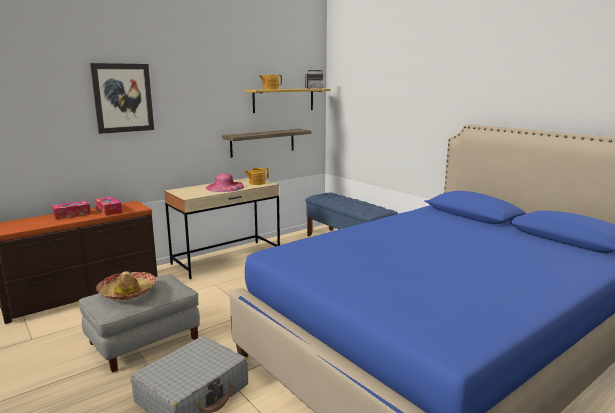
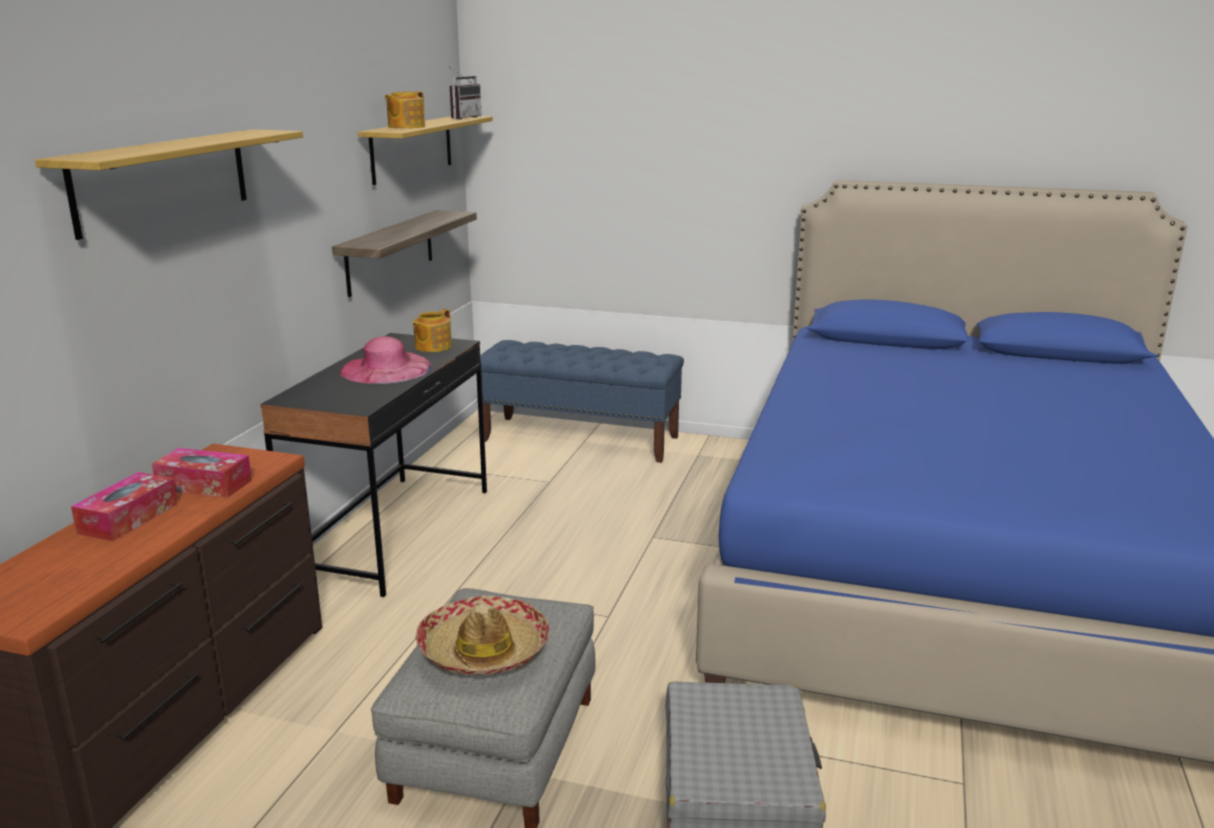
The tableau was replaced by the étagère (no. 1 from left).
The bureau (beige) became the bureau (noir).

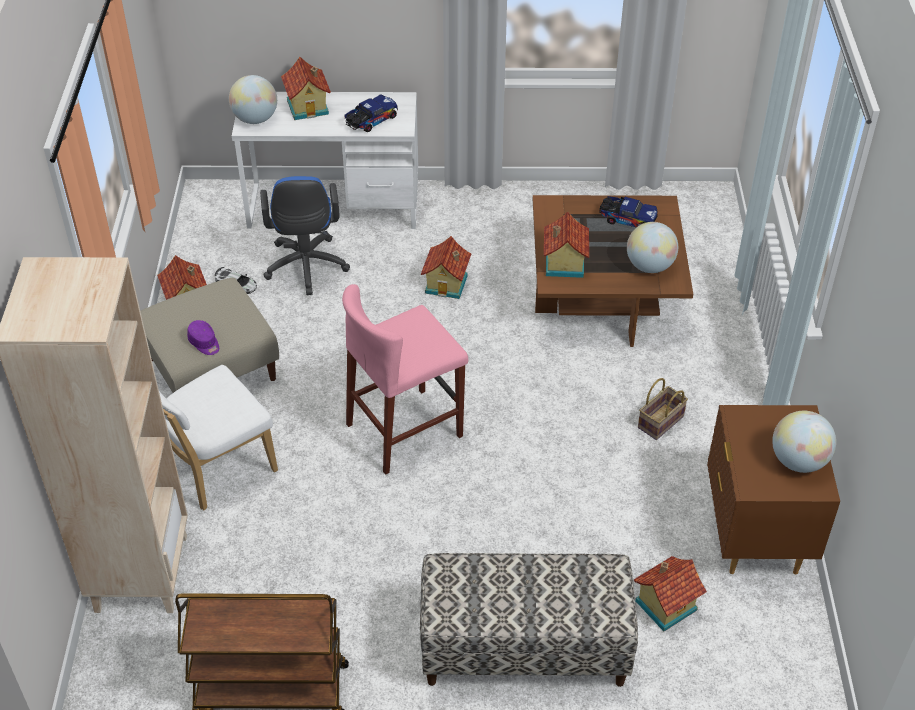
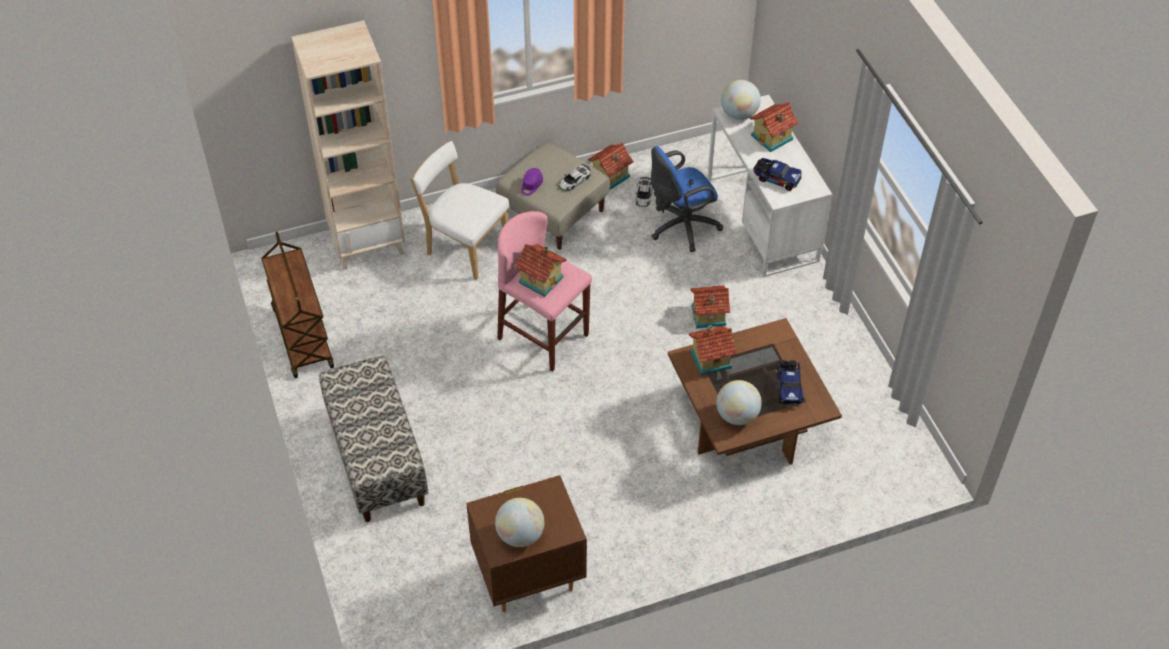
The maison miniature (no. 5 from left in the first image) moved.
The panier disappeared.
The petite voiture (no. 1 from left) appeared.

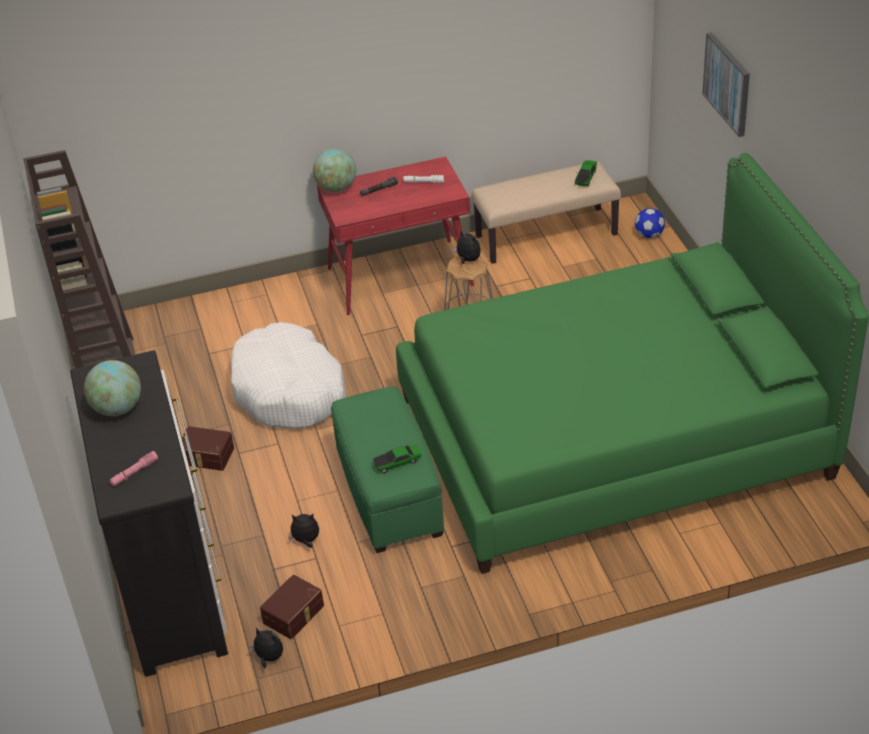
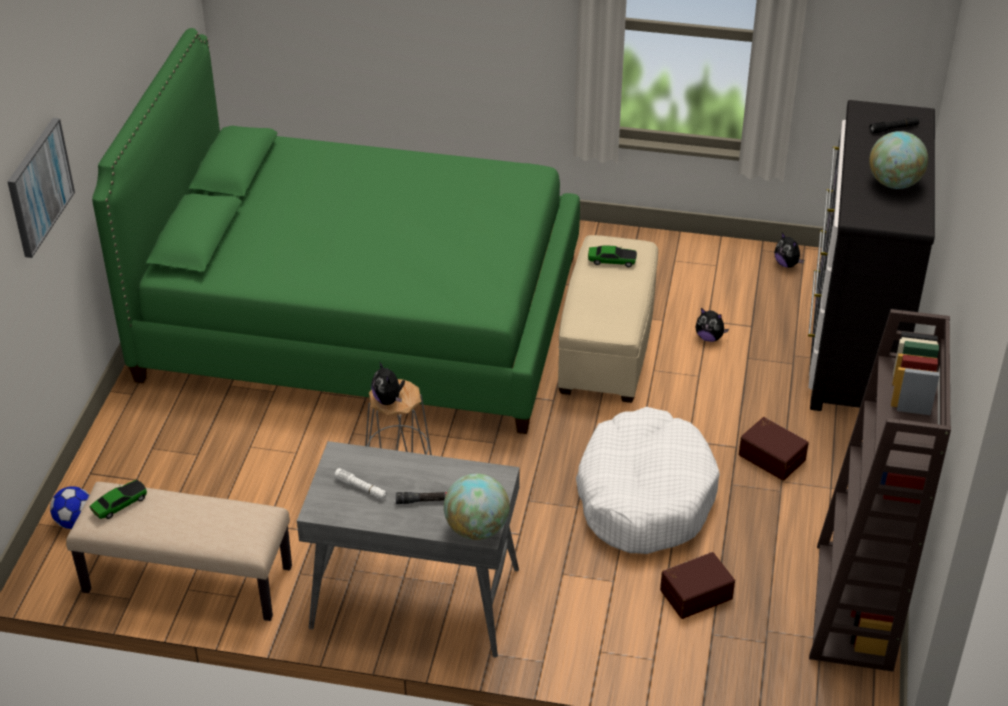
The lampe de poche (rose) became the lampe de poche (noir) (no. 2 from left).
The boîte de rangement (marron) (no. 2 from left in the first image) moved.
The bureau (rouge) became the bureau (gris).
The pouf (vert) became the pouf (beige).

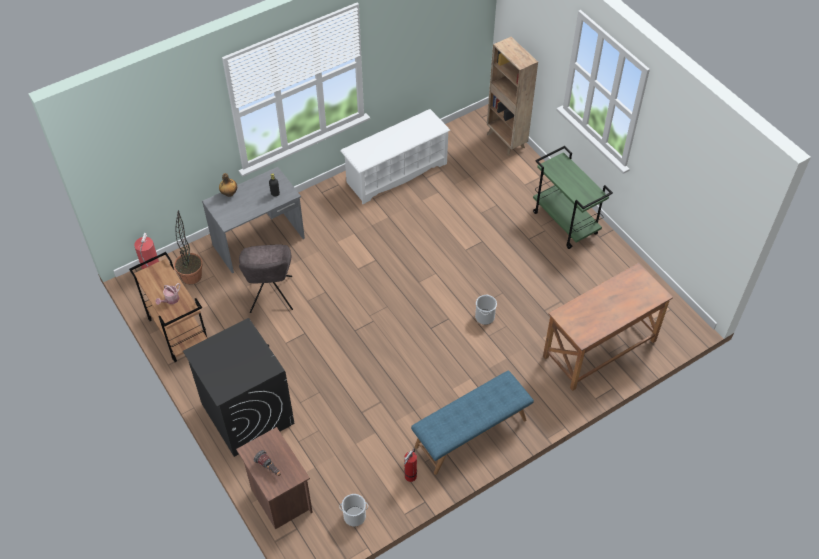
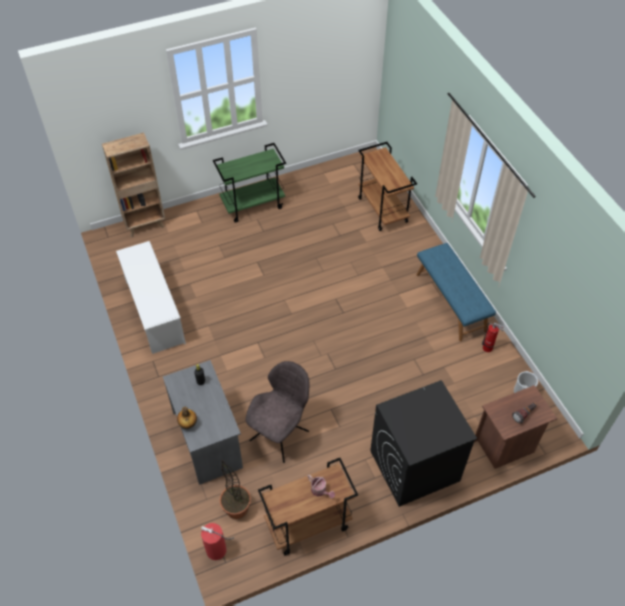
The chaise (gris) turned 60 degrees counterclockwise.
The seau (no. 2 from left) disappeared.
The bureau (marron) was replaced by the chariot (marron) (no. 2 from left).

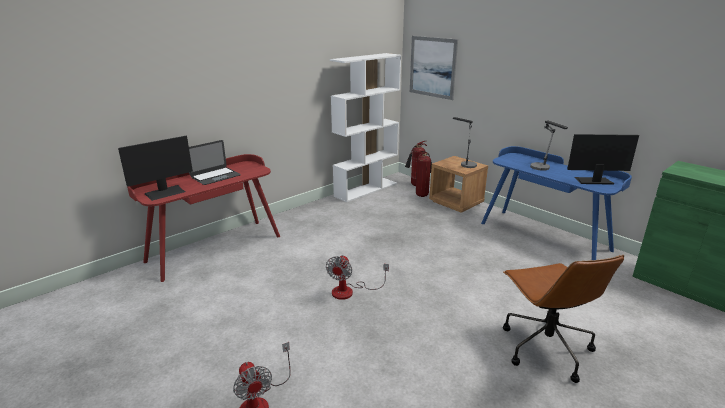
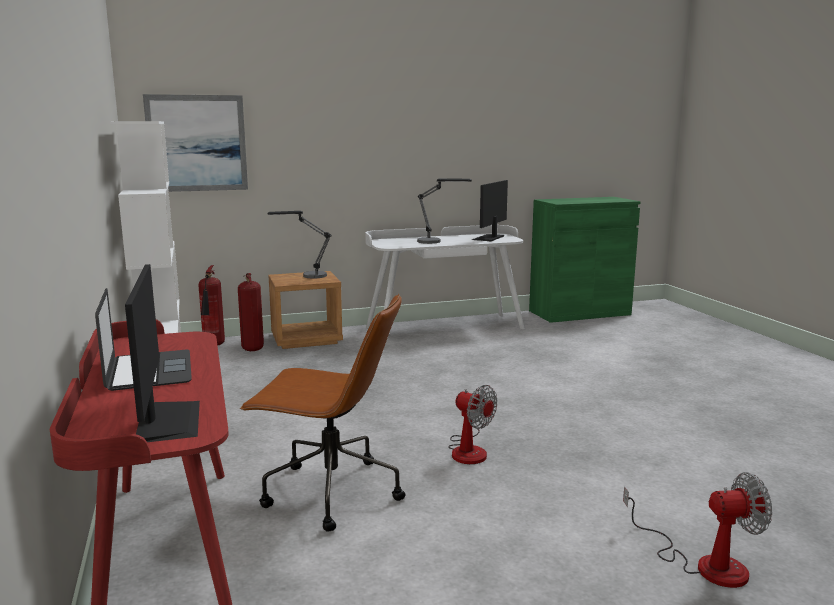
The bureau (bleu) became the bureau (blanc).
The chaise de bureau (marron) moved.

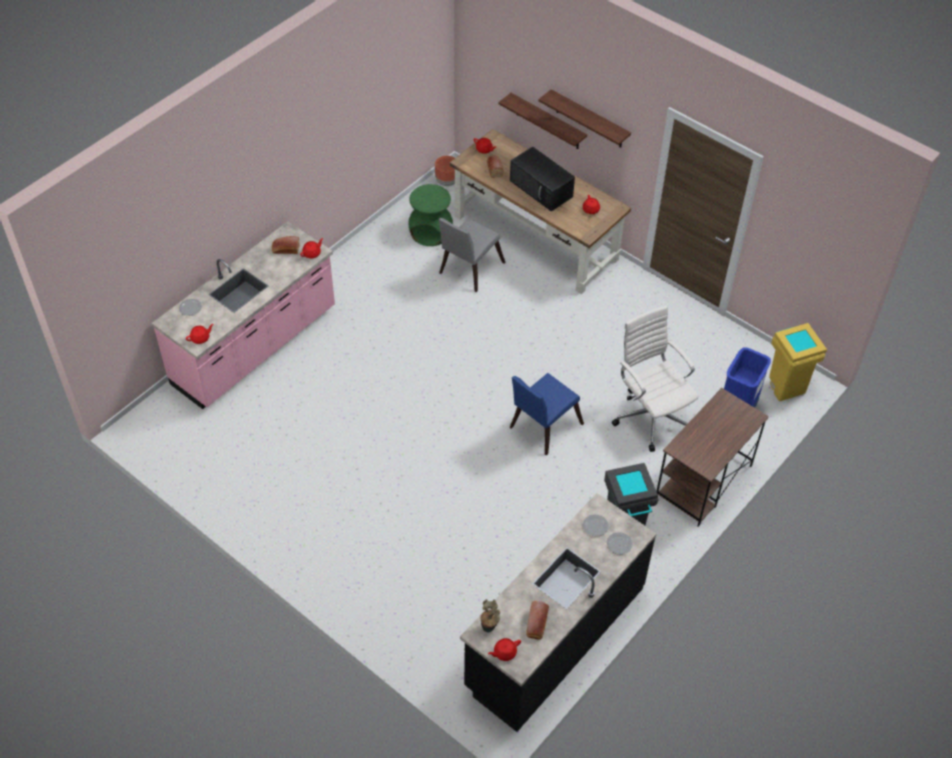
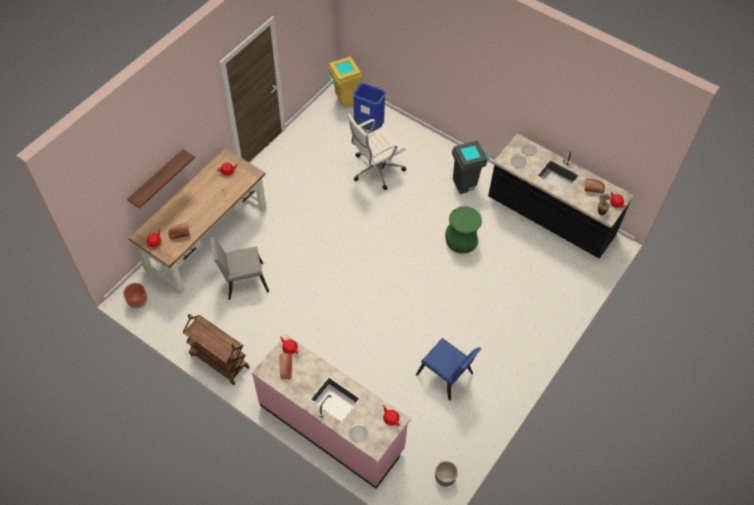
The tabouret (vert) moved.
The chaise (gris) turned 135 degrees clockwise.
The chaise (bleu) moved.
The micro-ondes (noir) disappeared.
The étagère (no. 2 from left) disappeared.
The bureau (marron) (no. 2 from left) disappeared.
The chariot (marron) appeared.
The cache-pot (gris) appeared.

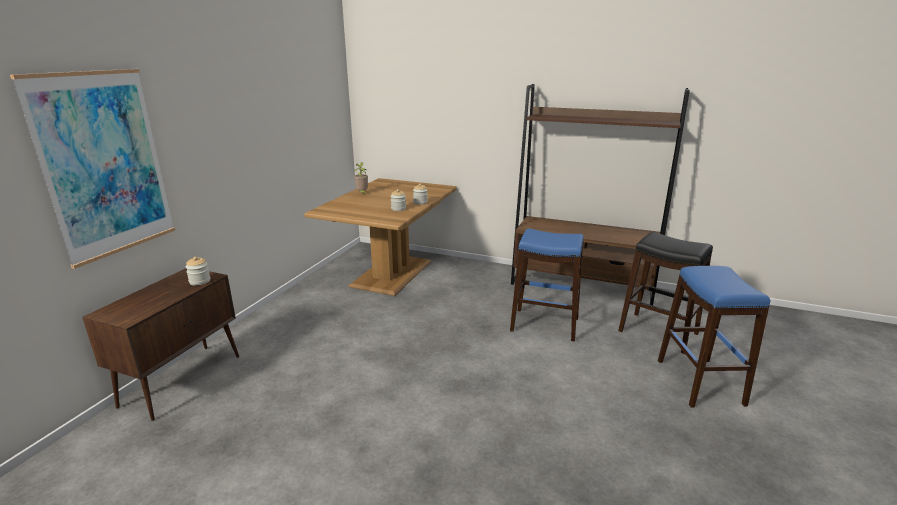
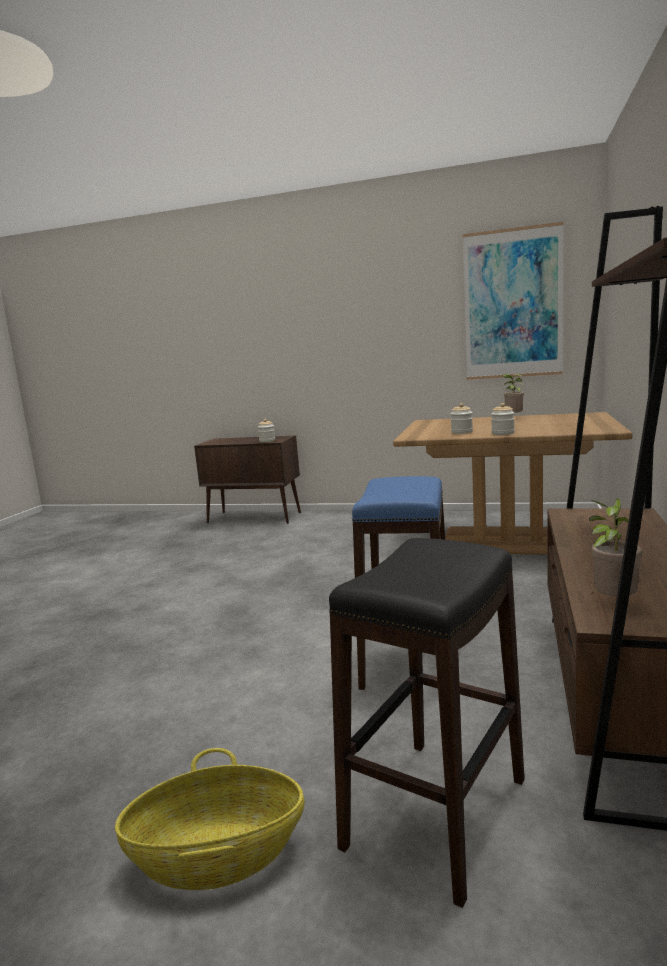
The tableau moved.
The tabouret (bleu) (no. 2 from left) was replaced by the panier.
The plante en pot (no. 2 from left) appeared.

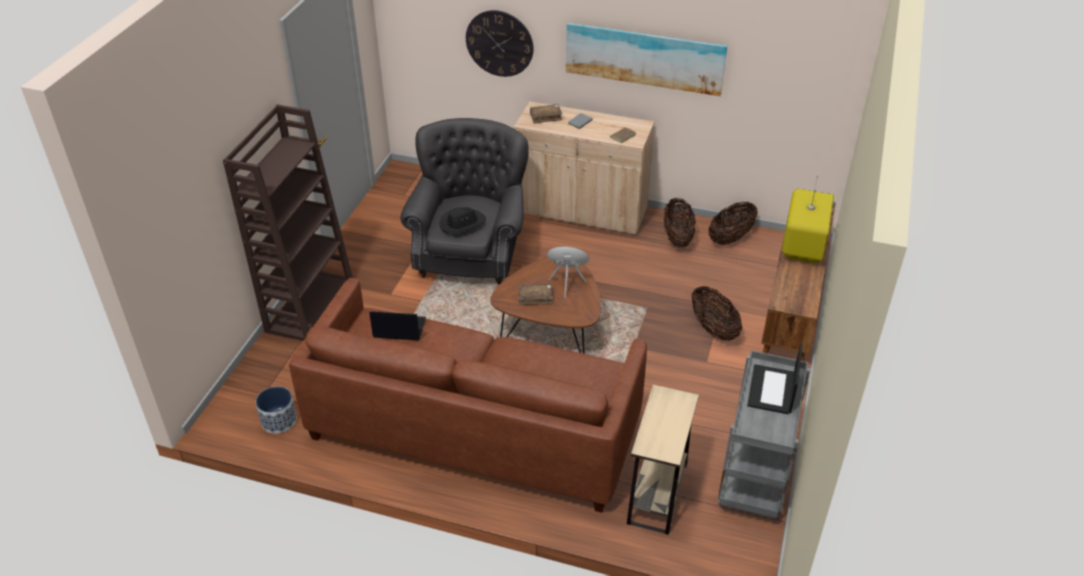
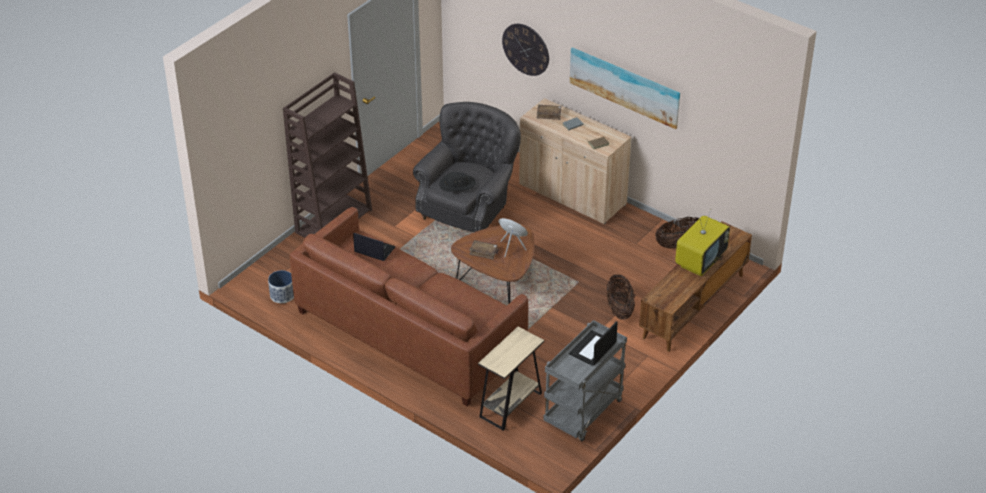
The panier (no. 1 from left) disappeared.

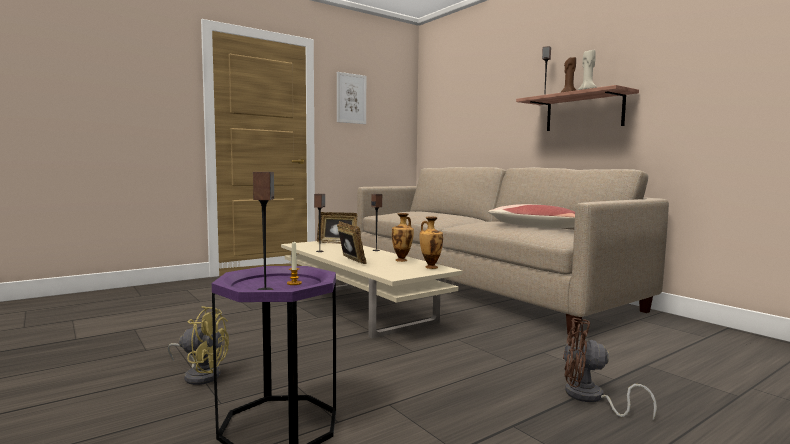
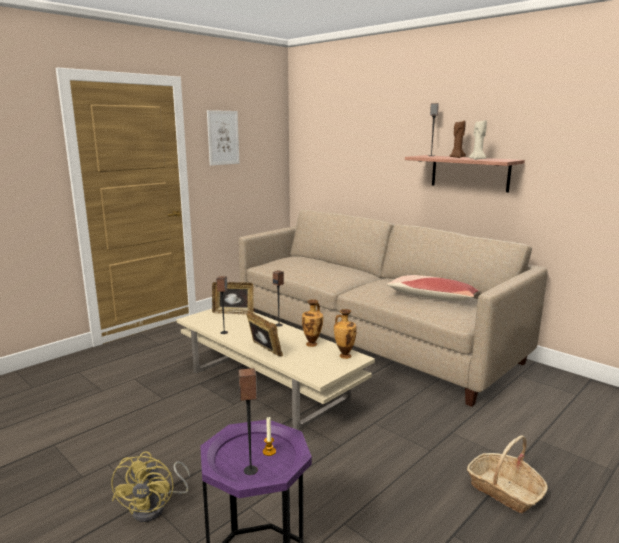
The ventilateur (jaune) turned 90 degrees clockwise.
The ventilateur (marron) was replaced by the panier.

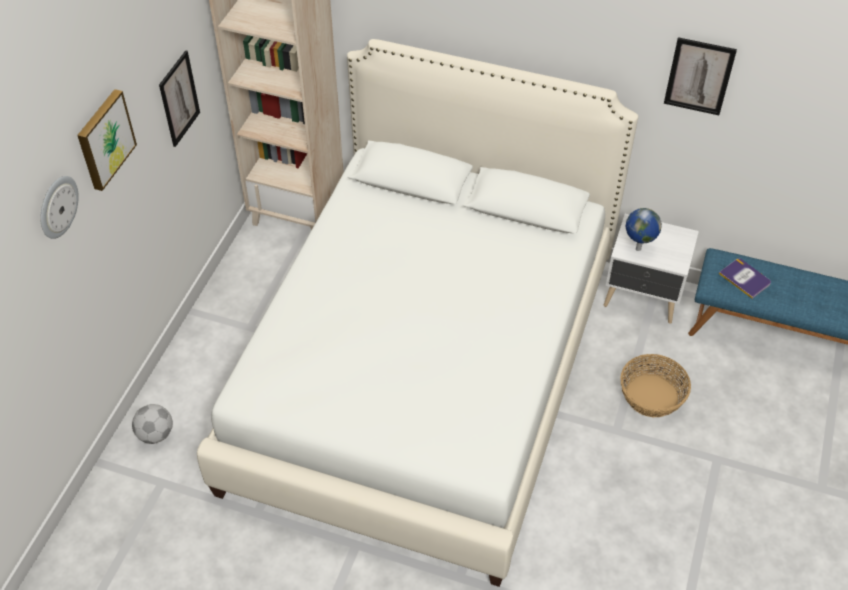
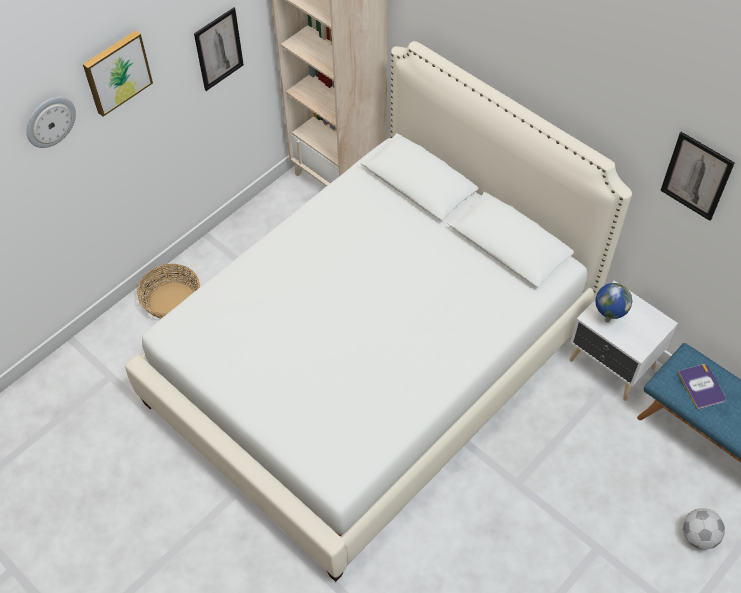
The ballon de foot moved.
The panier moved.

